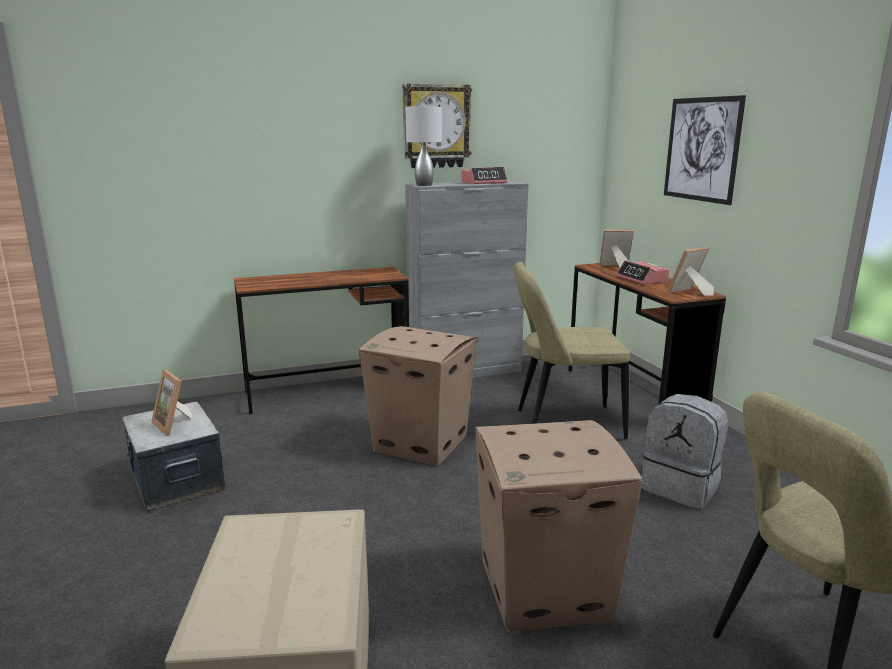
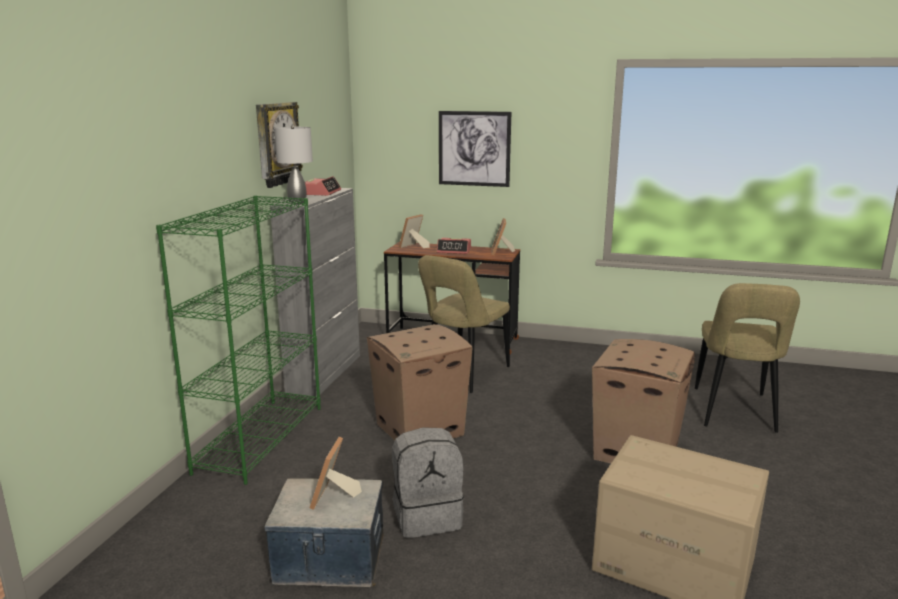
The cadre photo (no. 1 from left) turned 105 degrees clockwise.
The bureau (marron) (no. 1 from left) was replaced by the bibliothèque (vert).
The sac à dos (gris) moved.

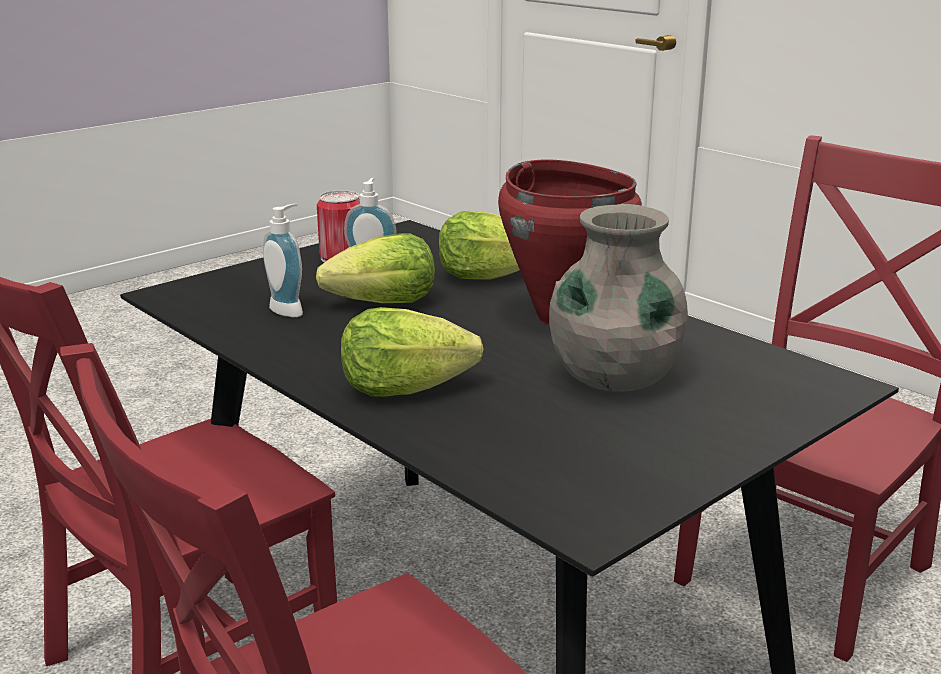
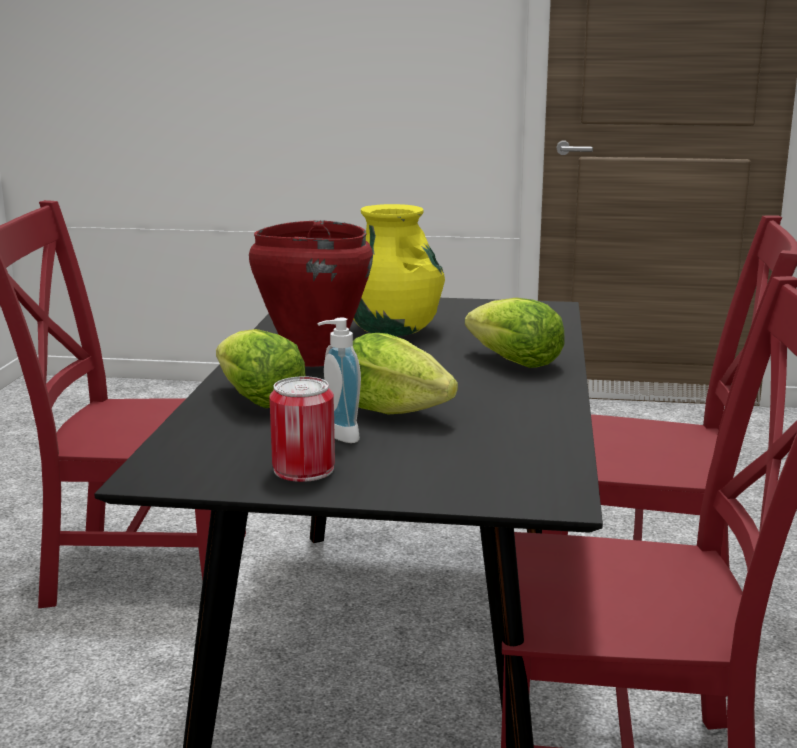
The distributeur de savon (no. 1 from left) disappeared.
The vase (gris) became the vase (jaune).

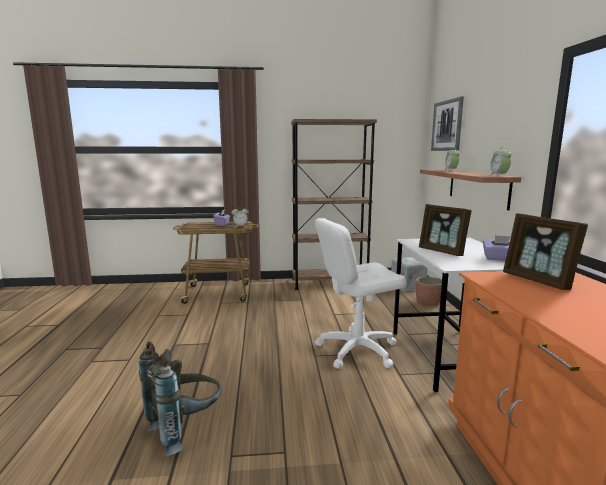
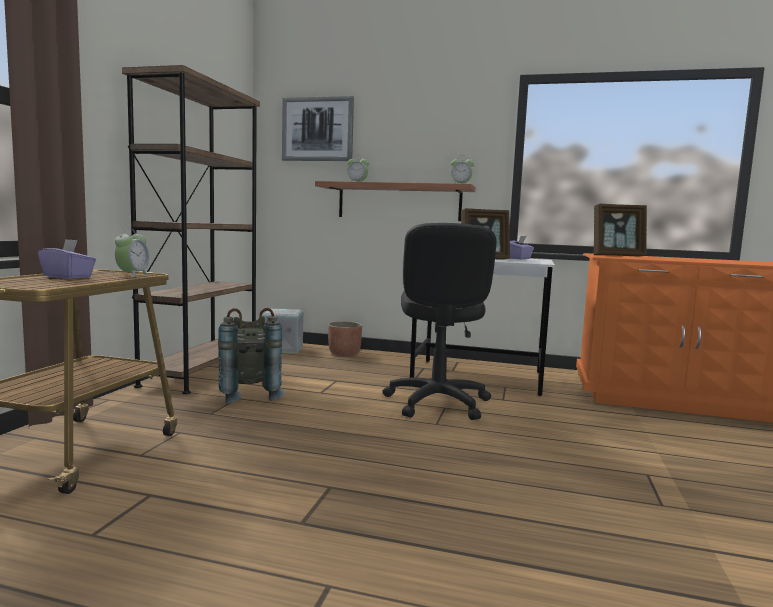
The sac à dos (gris) moved.
The chaise de bureau (blanc) became the chaise de bureau (noir).

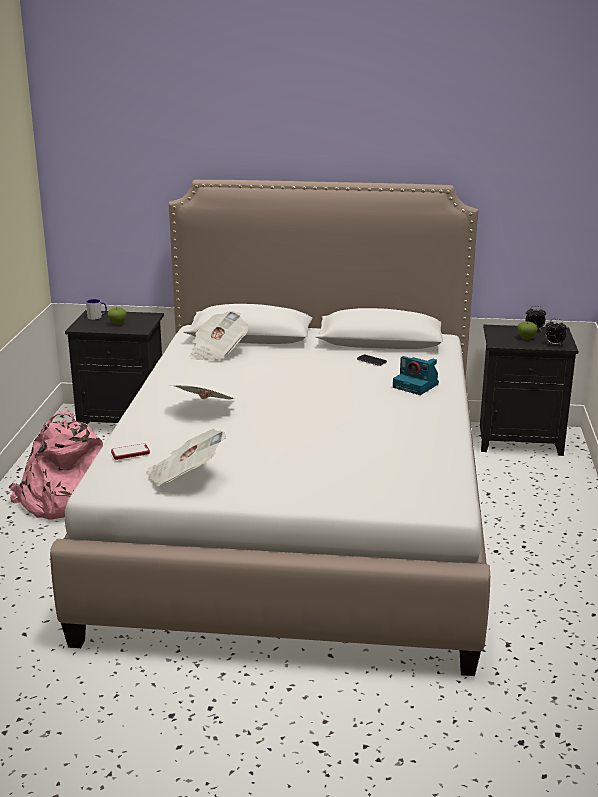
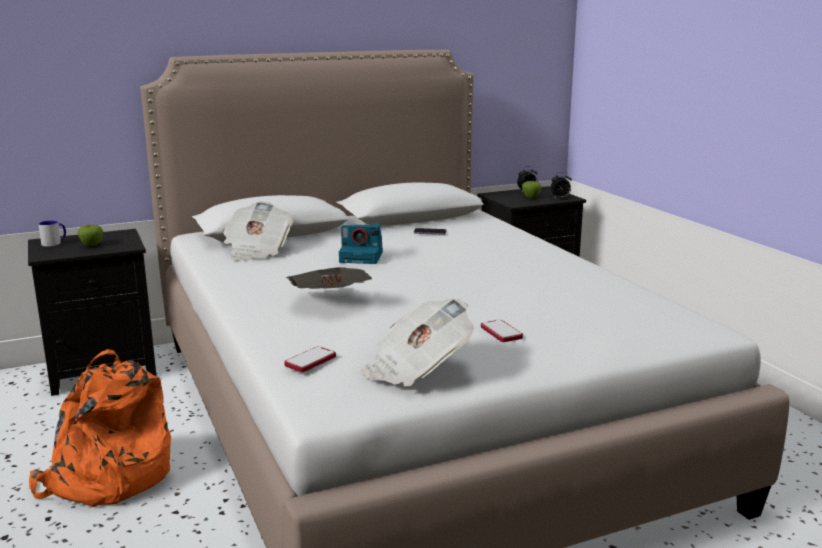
The sac à dos (rose) became the sac à dos (orange).
The appareil photo moved.
The téléphone (no. 3 from left) appeared.

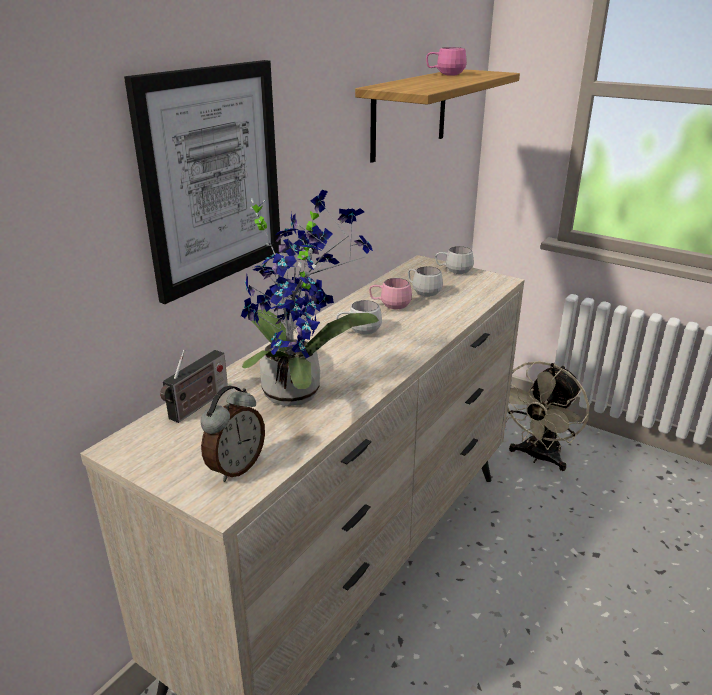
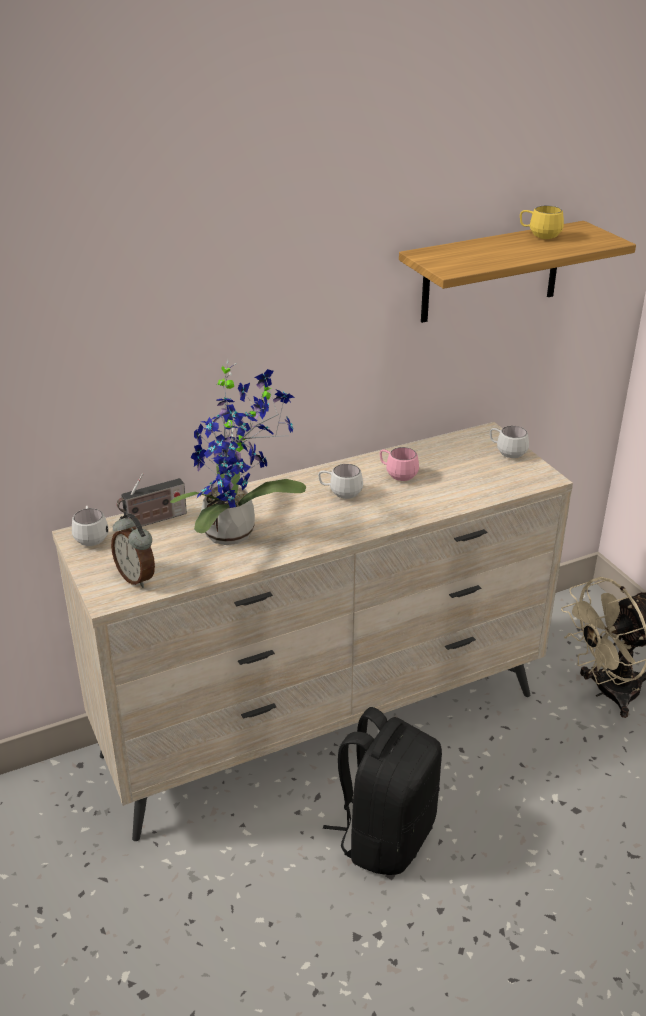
The tableau disappeared.
The réveil turned 75 degrees clockwise.
The mug (blanc) (no. 2 from left in the first image) moved.
The mug (rose) (no. 2 from left) became the mug (jaune).
The sac à dos (noir) appeared.

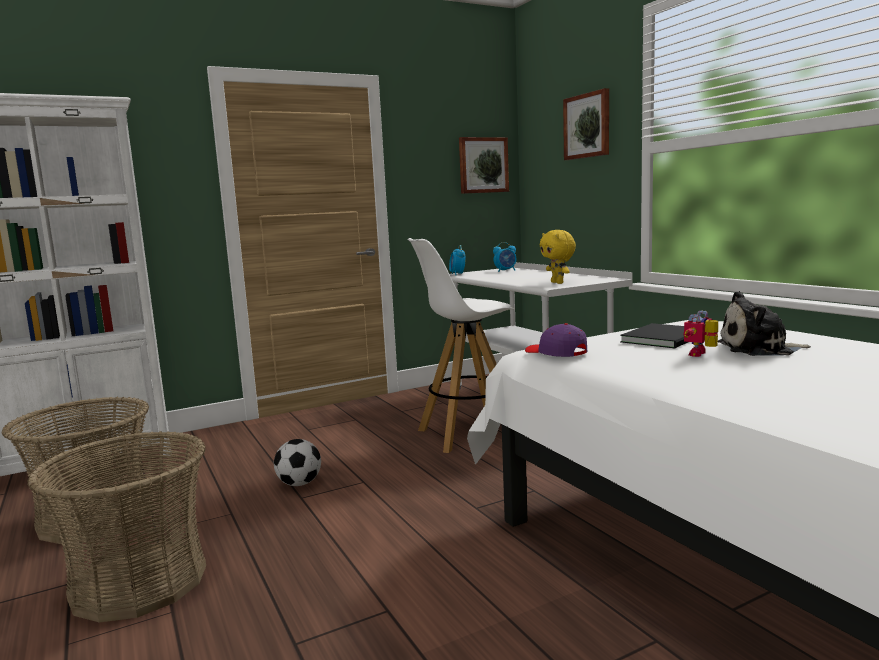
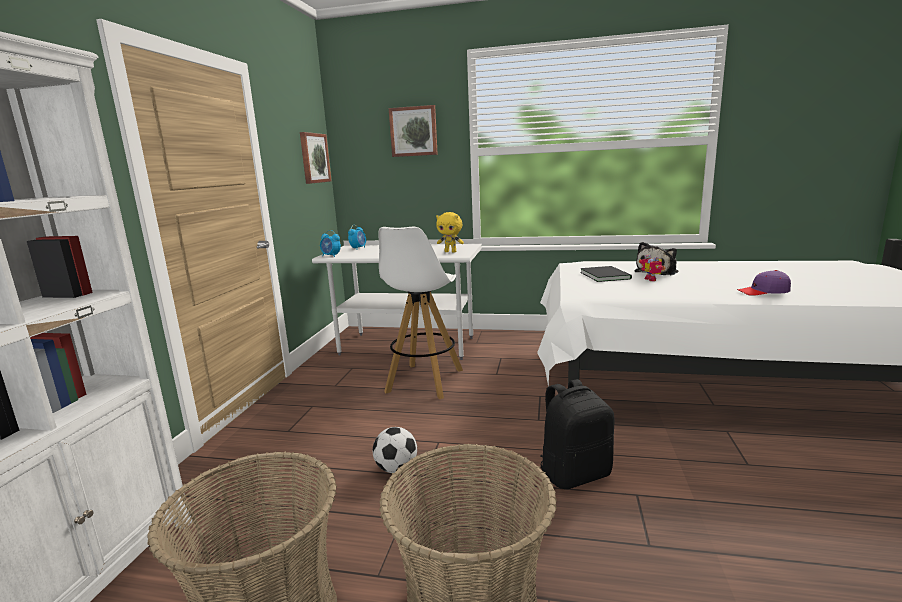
The casquette (violet) moved.
The sac à dos (noir) appeared.

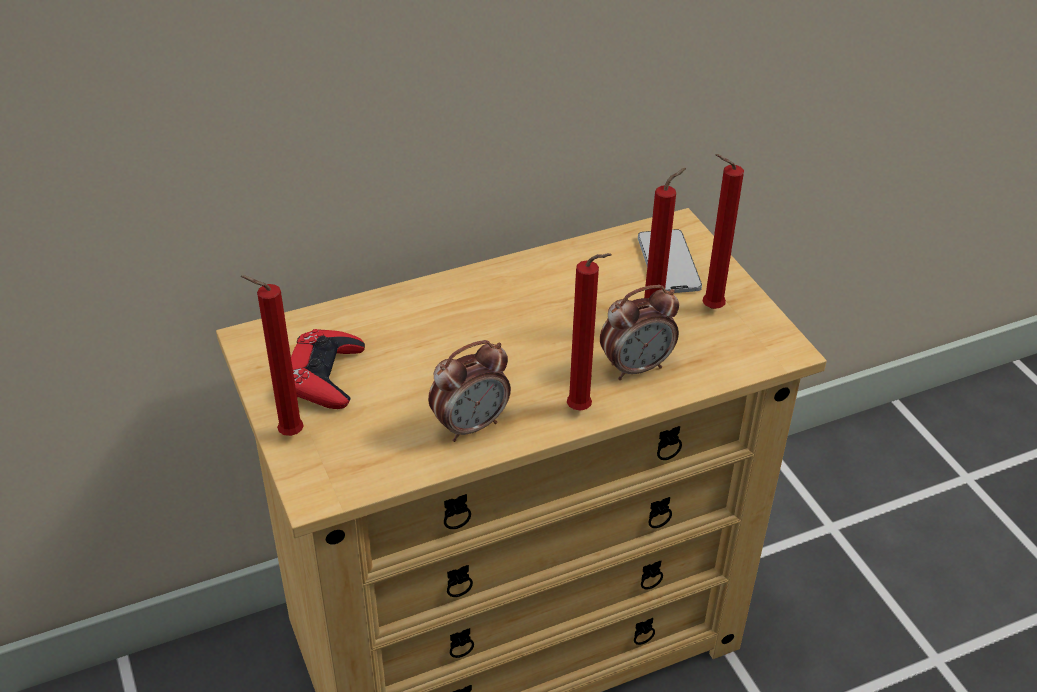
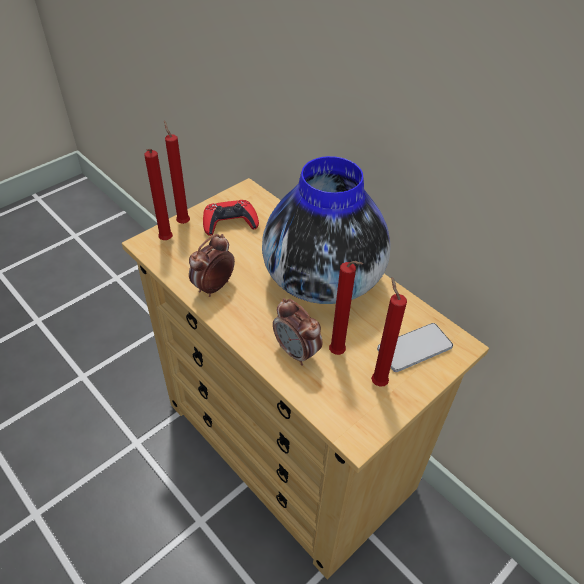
The réveil (no. 1 from left) turned 90 degrees clockwise.
The bougie (rouge) (no. 2 from left in the first image) moved.
The vase appeared.

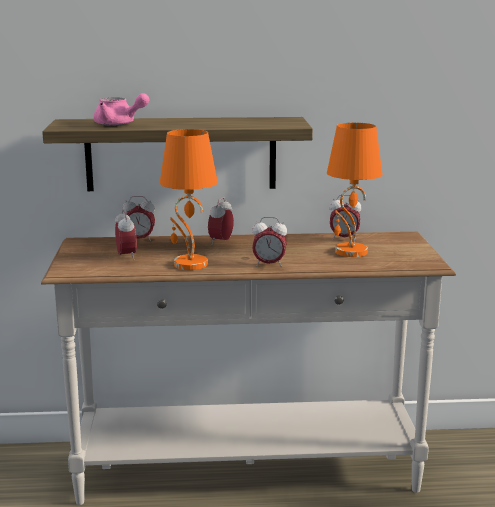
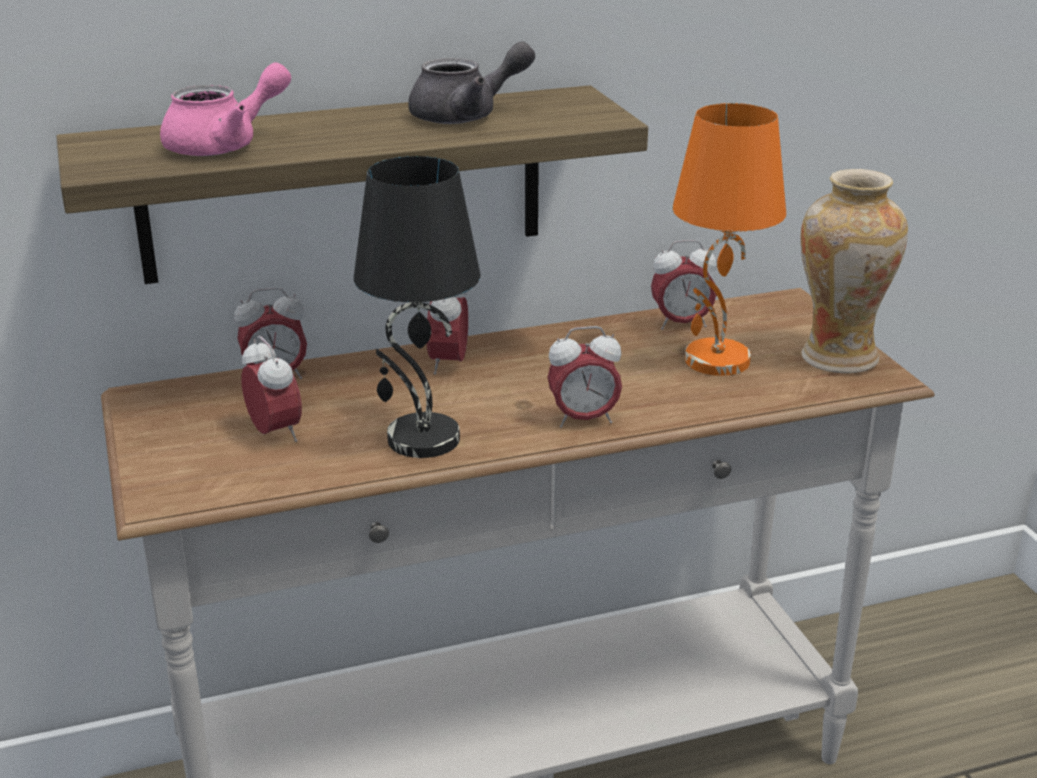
The théière (rose) turned 45 degrees counterclockwise.
The lampe de table (orange) (no. 1 from left) became the lampe de table (noir).
The théière (gris) appeared.
The vase appeared.

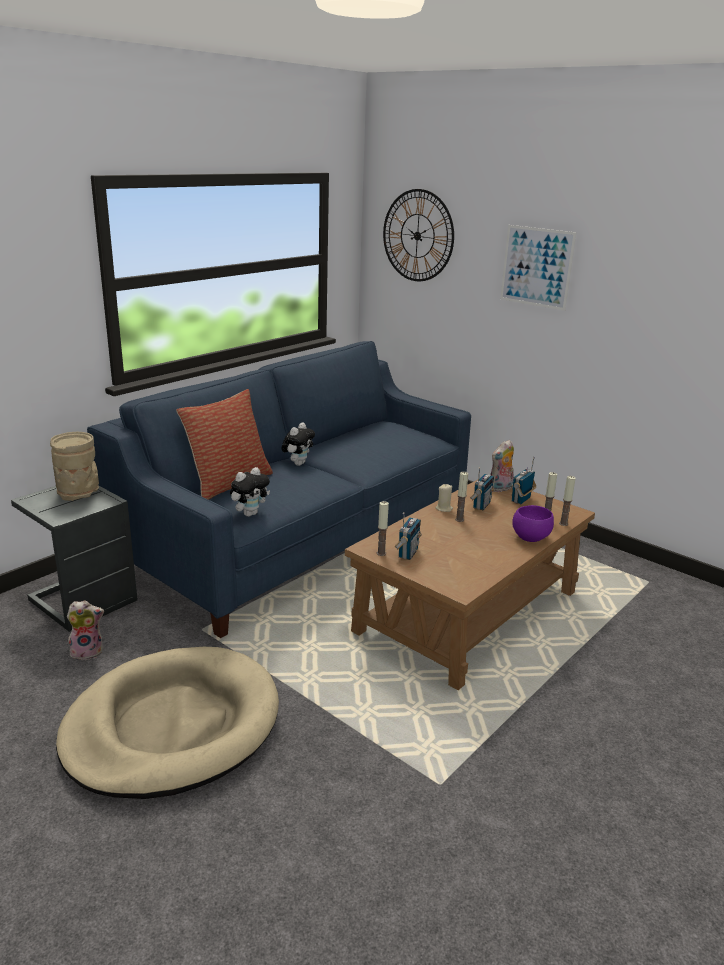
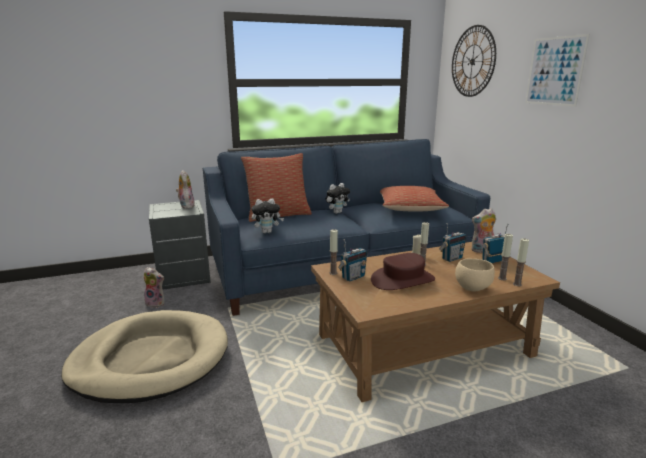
The vase (beige) was replaced by the peluche (no. 2 from left).
The bol (violet) became the bol (beige).
The chapeau (marron) appeared.
The coussin (no. 2 from left) appeared.

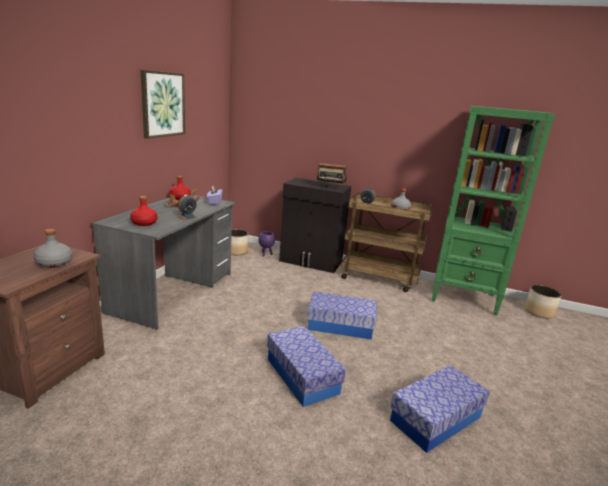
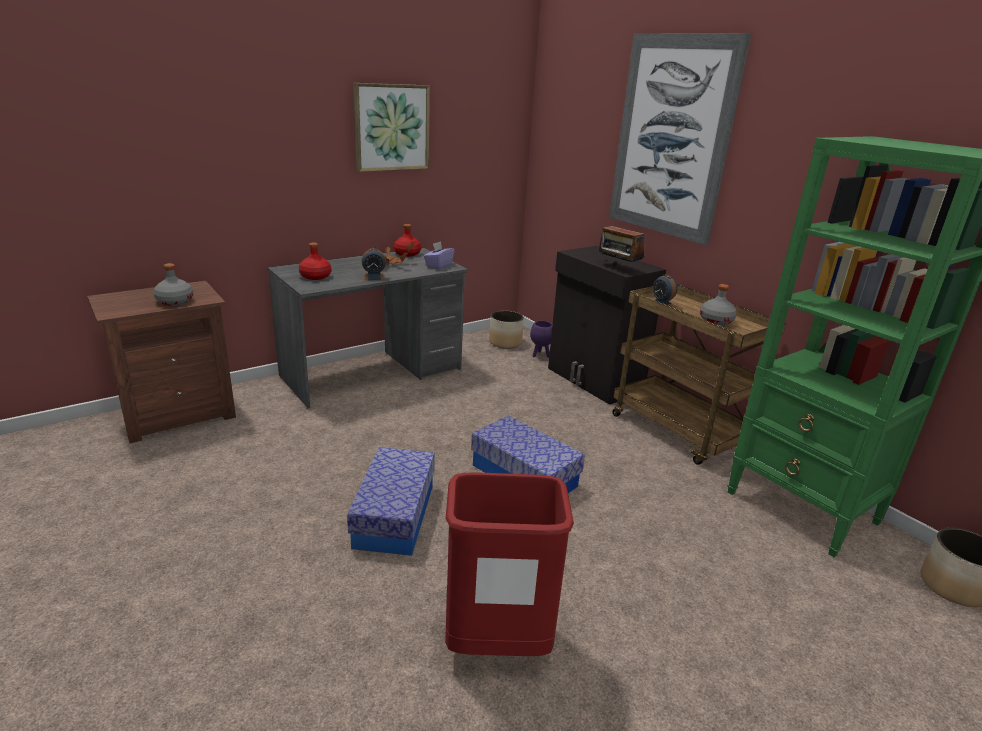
The boîte de rangement (no. 3 from left) was replaced by the poubelle (rouge).
The tableau (no. 2 from left) appeared.

